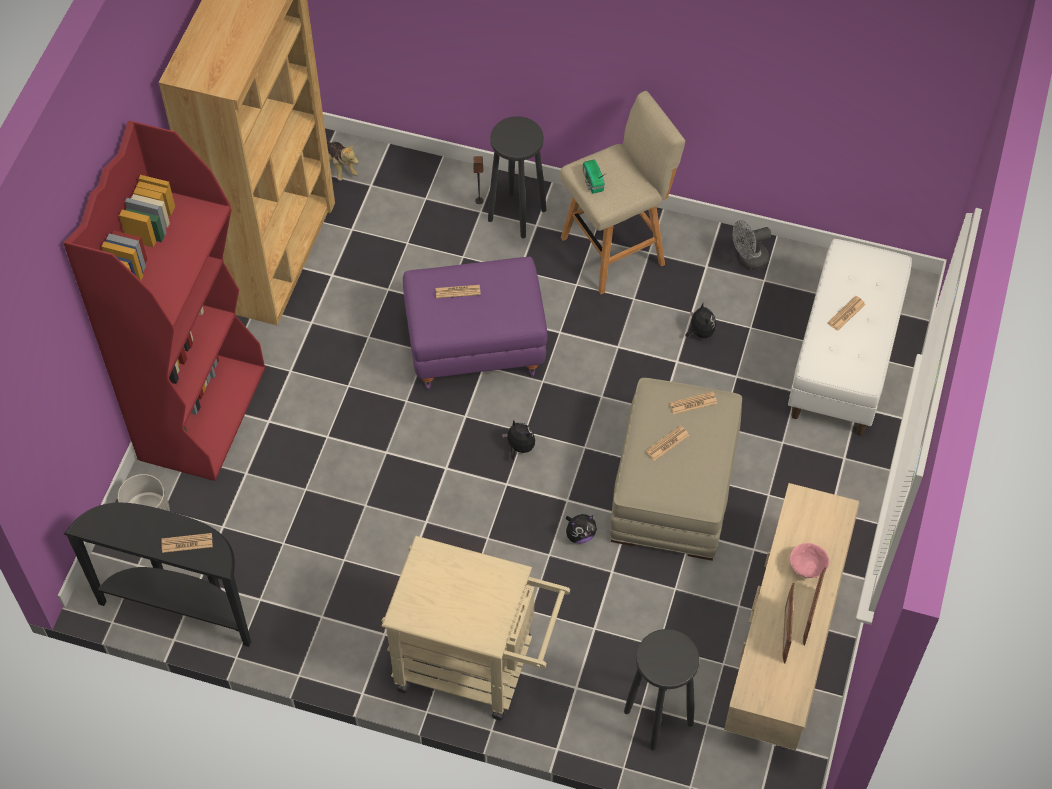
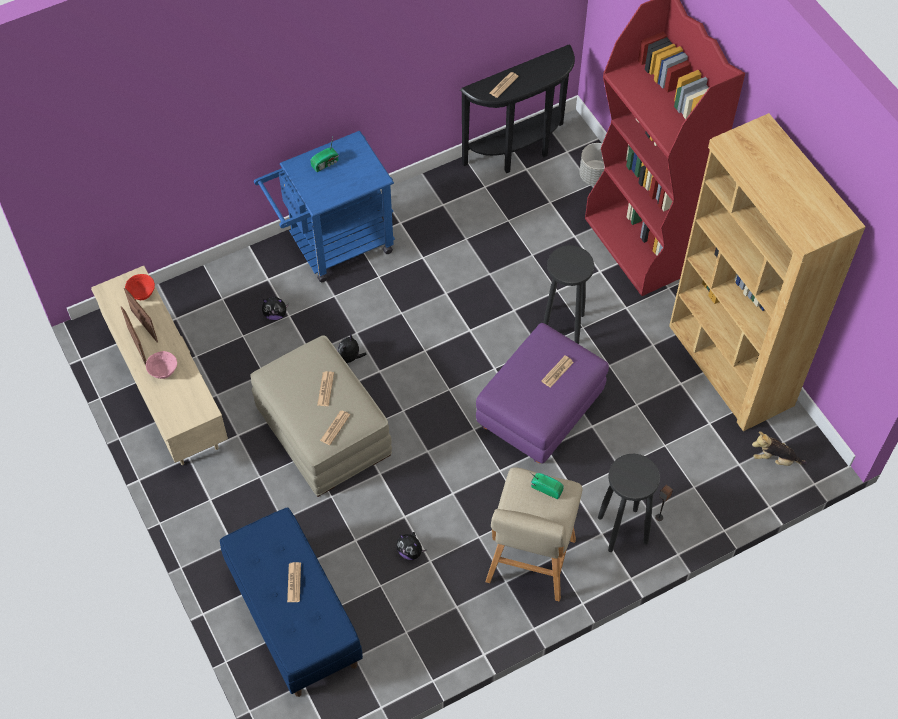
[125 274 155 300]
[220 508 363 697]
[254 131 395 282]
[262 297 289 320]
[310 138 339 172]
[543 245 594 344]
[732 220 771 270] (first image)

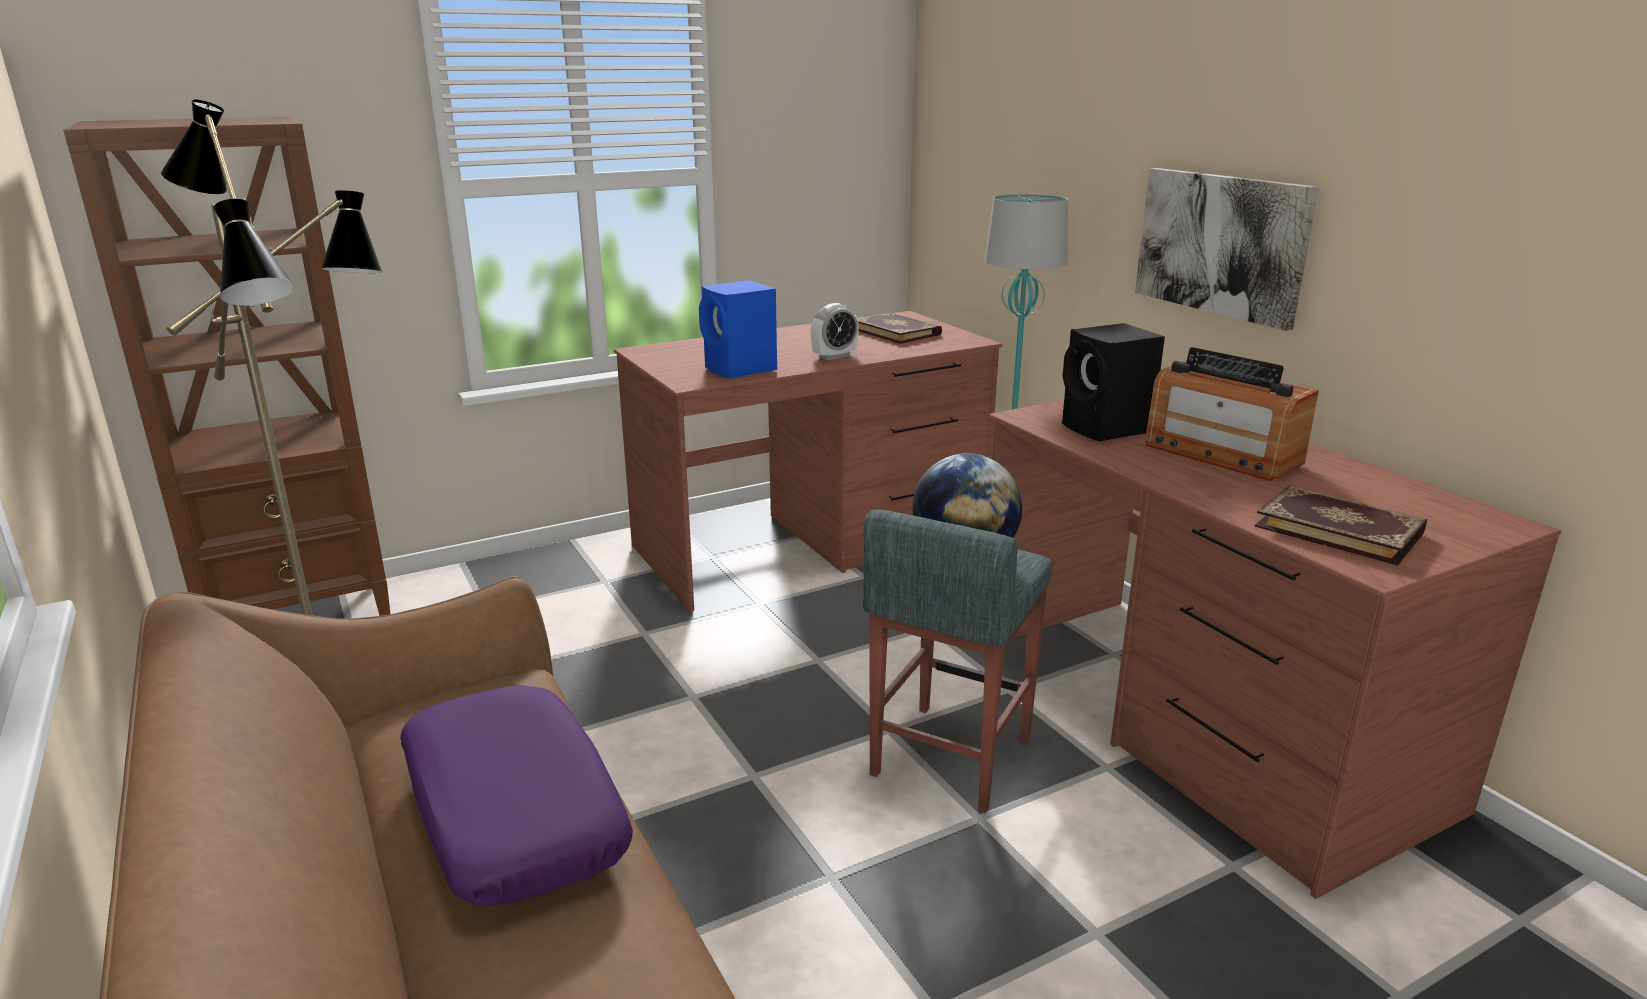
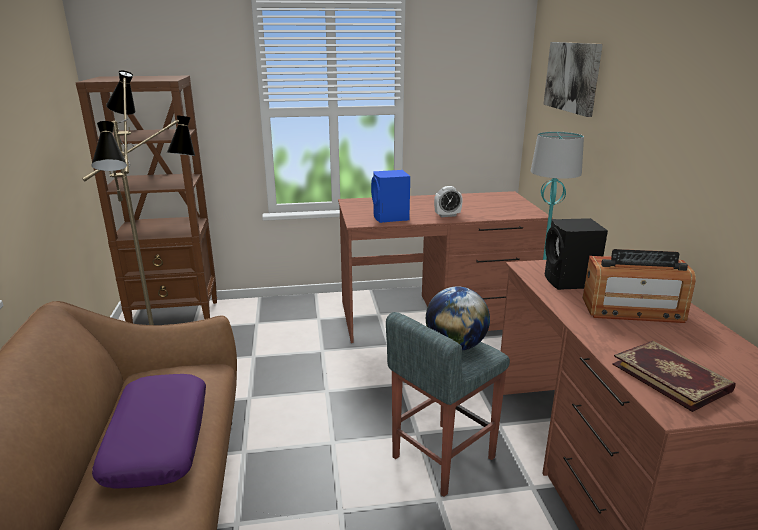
[543 42 603 117]
[583 249 696 323]
[857 312 942 344] (first image)

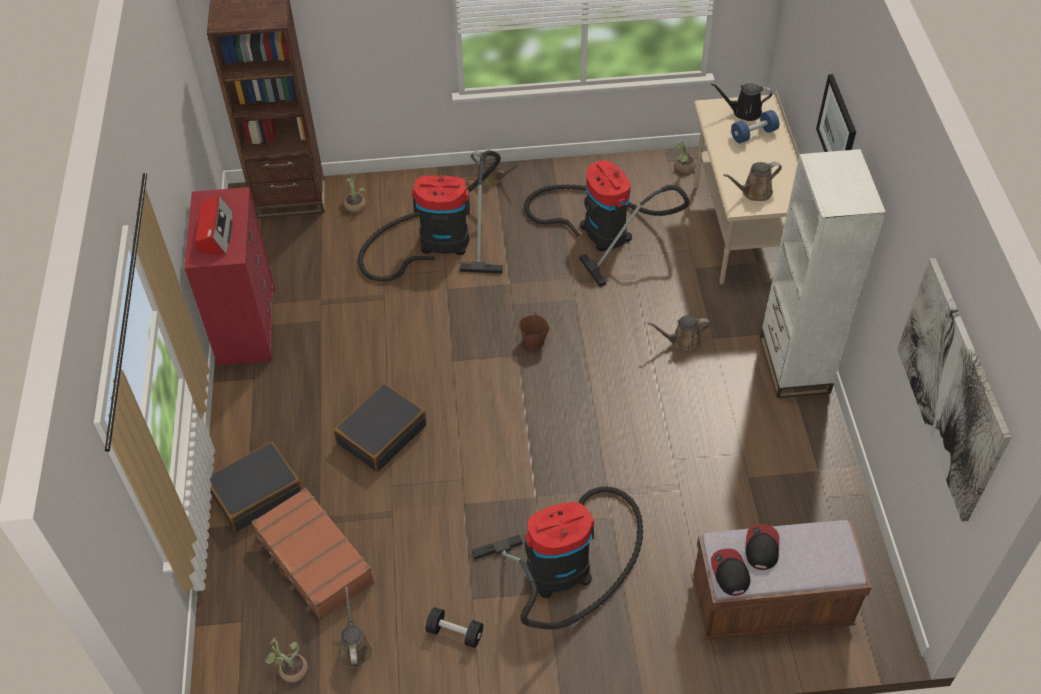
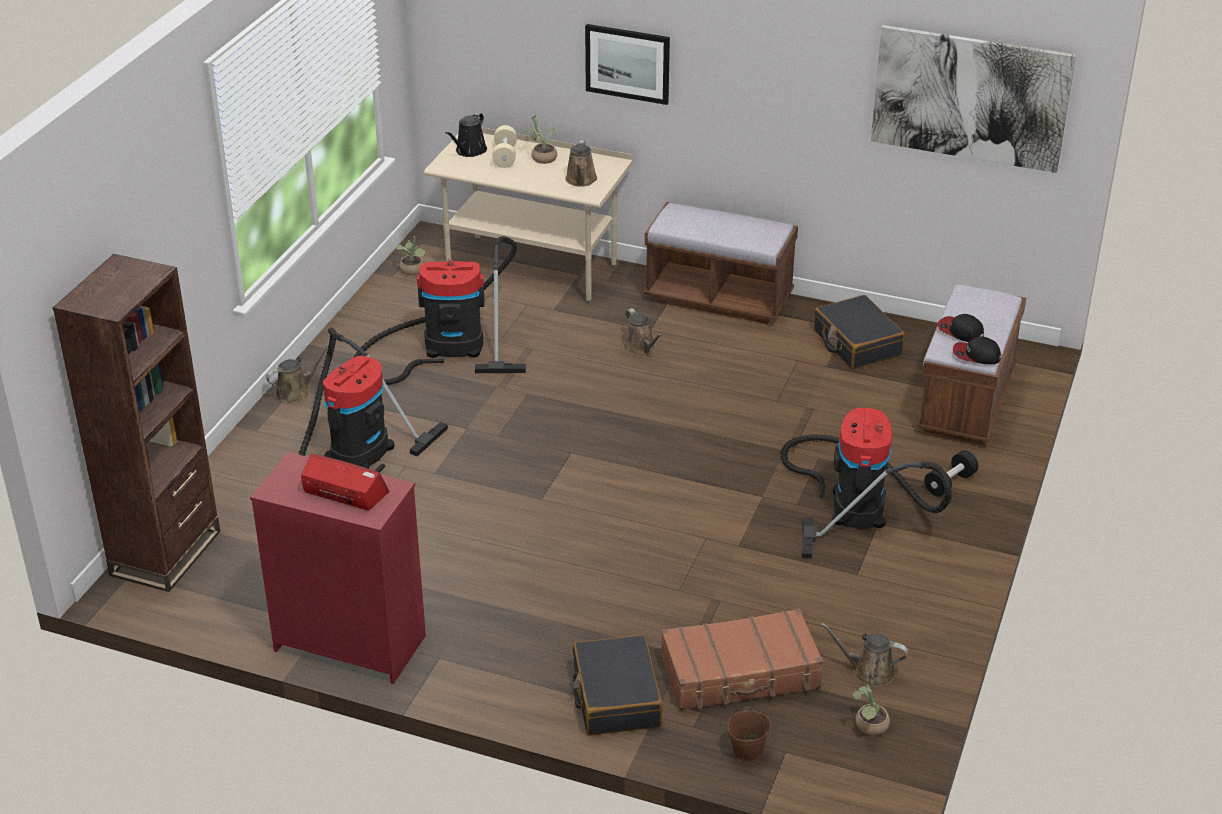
[492 125 517 168]
[524 114 557 164]
[623 308 663 356]
[644 202 798 324]
[728 706 771 762]
[814 295 905 369]
[924 450 979 497]

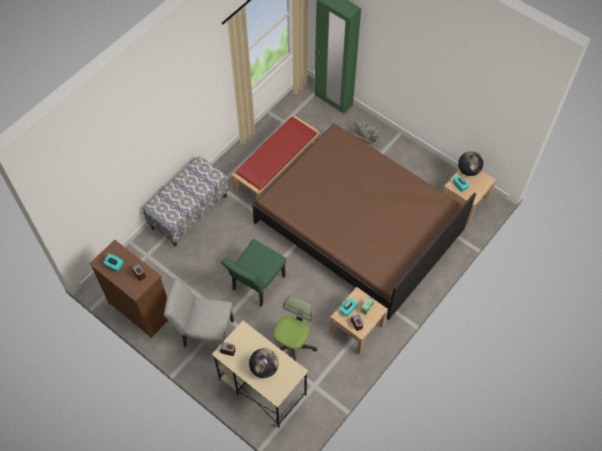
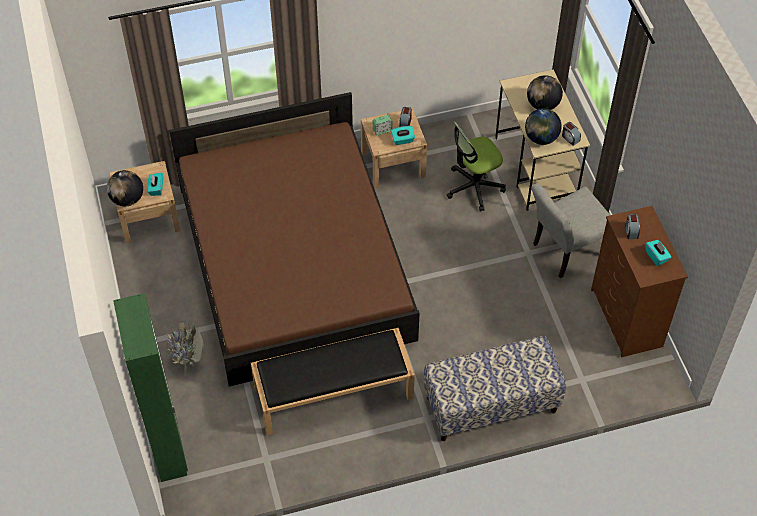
[251 328 415 435]
[525 108 562 145]
[531 183 610 278]
[221 239 286 307] (first image)

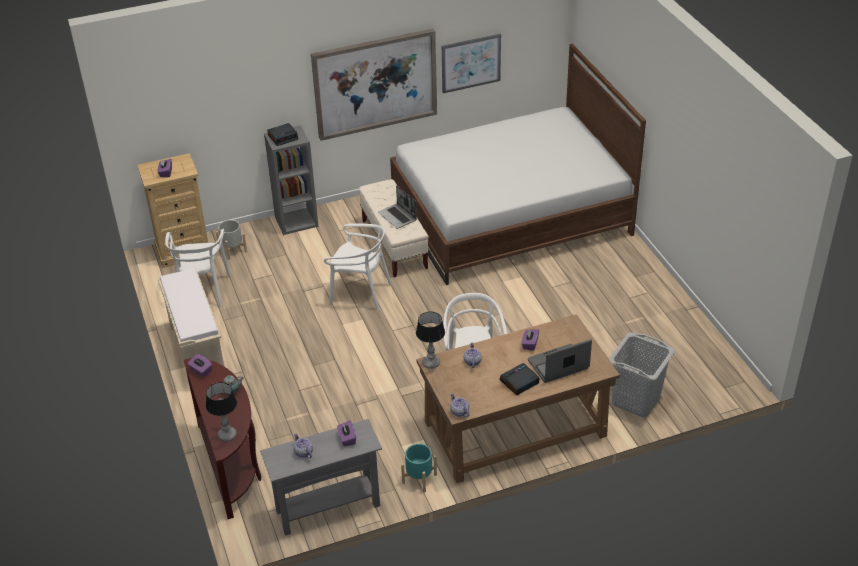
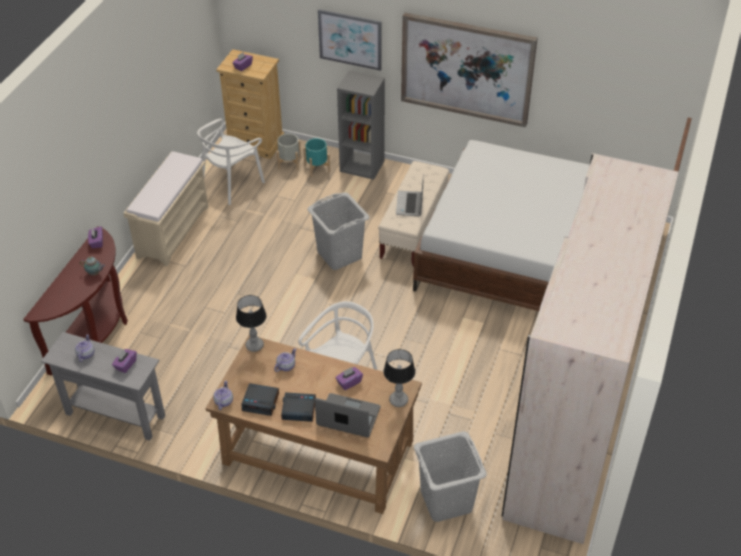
[242 383 279 416]
[303 138 330 177]
[307 193 370 270]
[318 9 382 71]
[383 349 415 407]
[502 153 678 544]

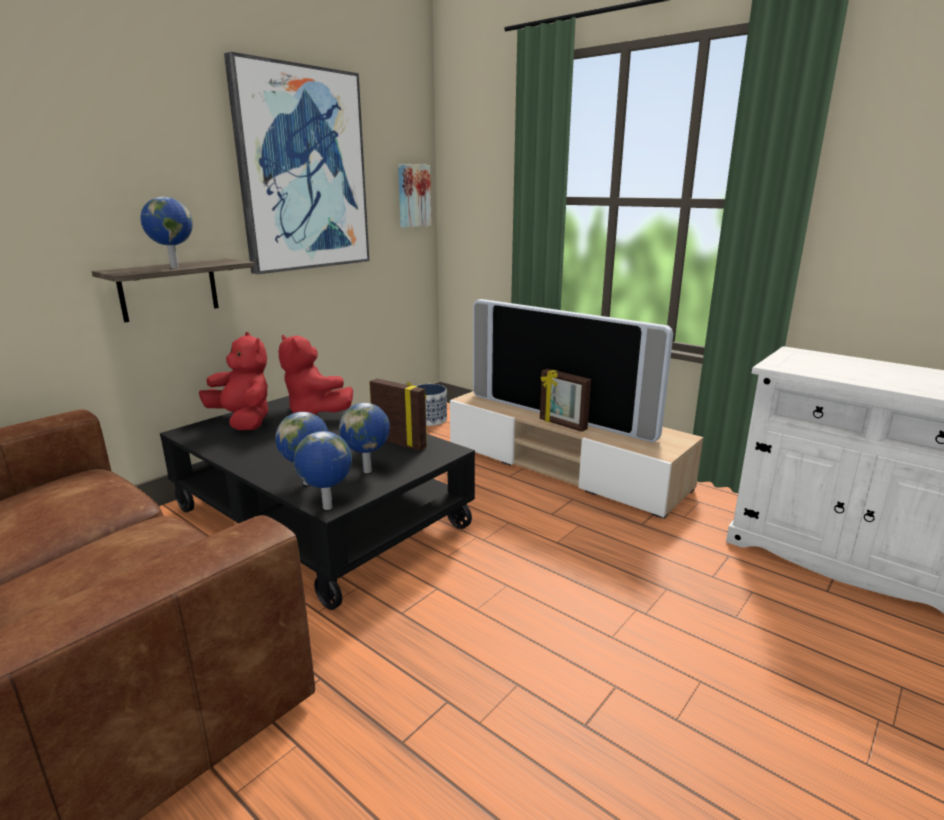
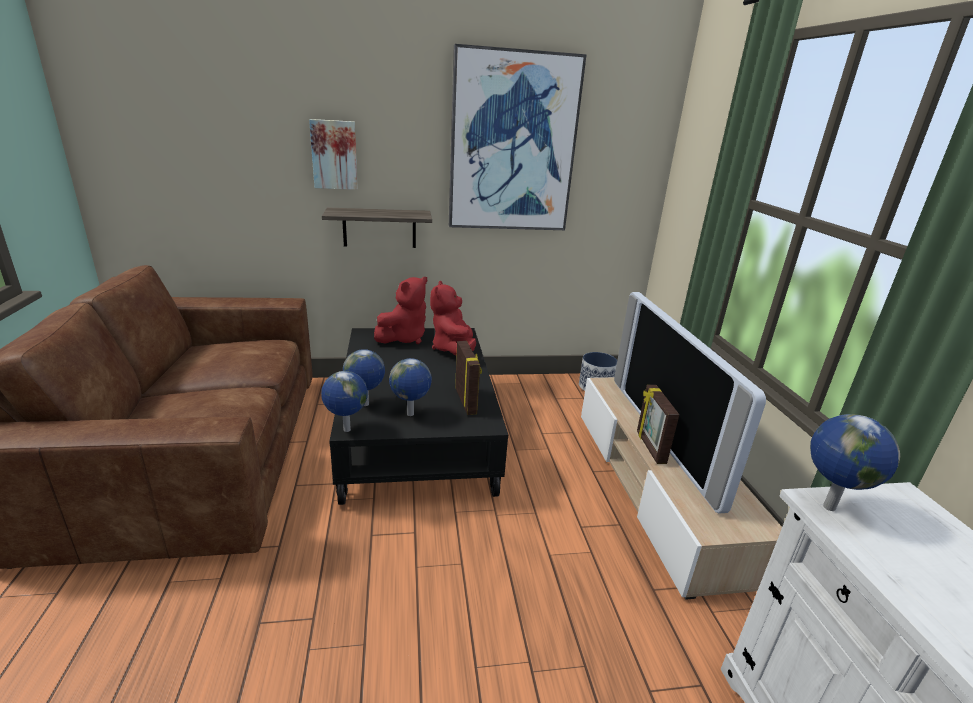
[309 119 358 190]
[374 277 427 344]
[810 414 900 511]

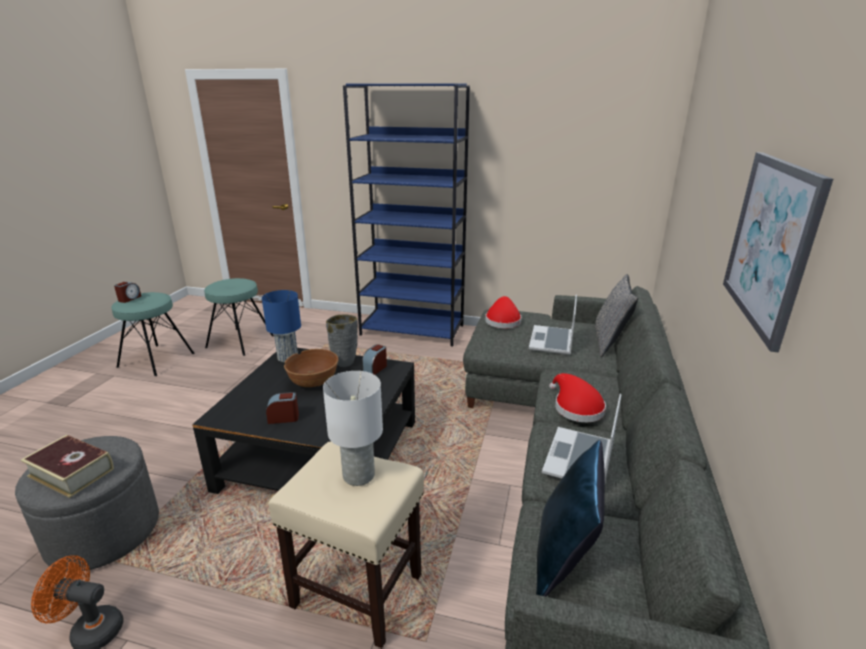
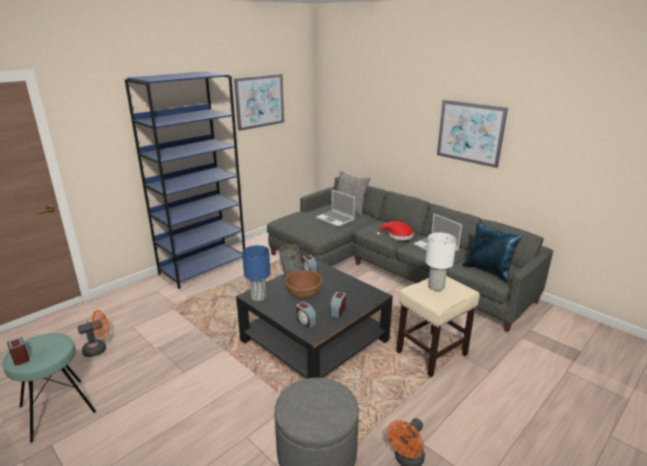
[78 310 109 357]
[234 74 284 131]
[296 302 317 328]
[21 435 114 498] (first image)
[485 296 521 328] (first image)

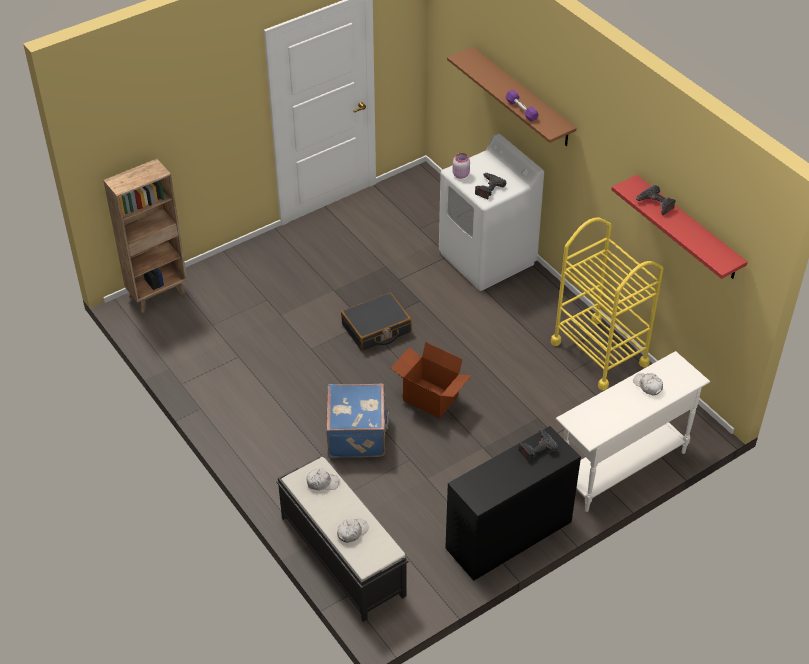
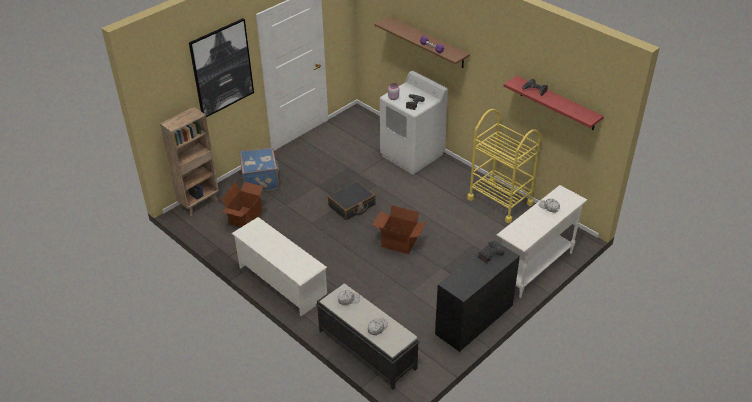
[189 18 254 117]
[221 182 265 227]
[231 217 327 316]
[239 147 279 191]

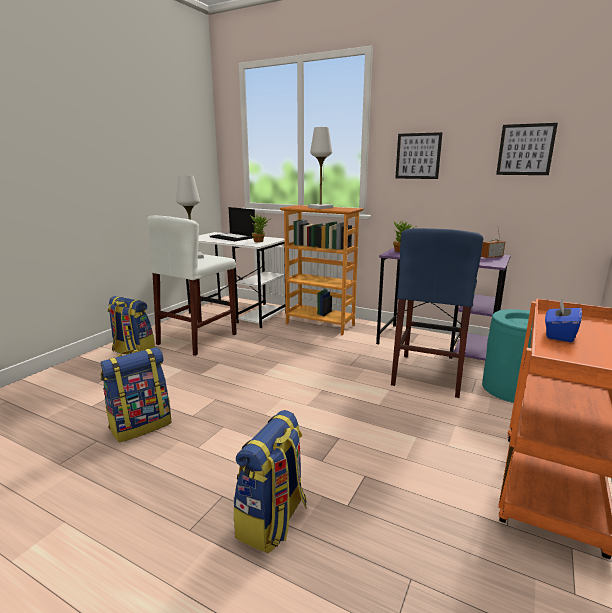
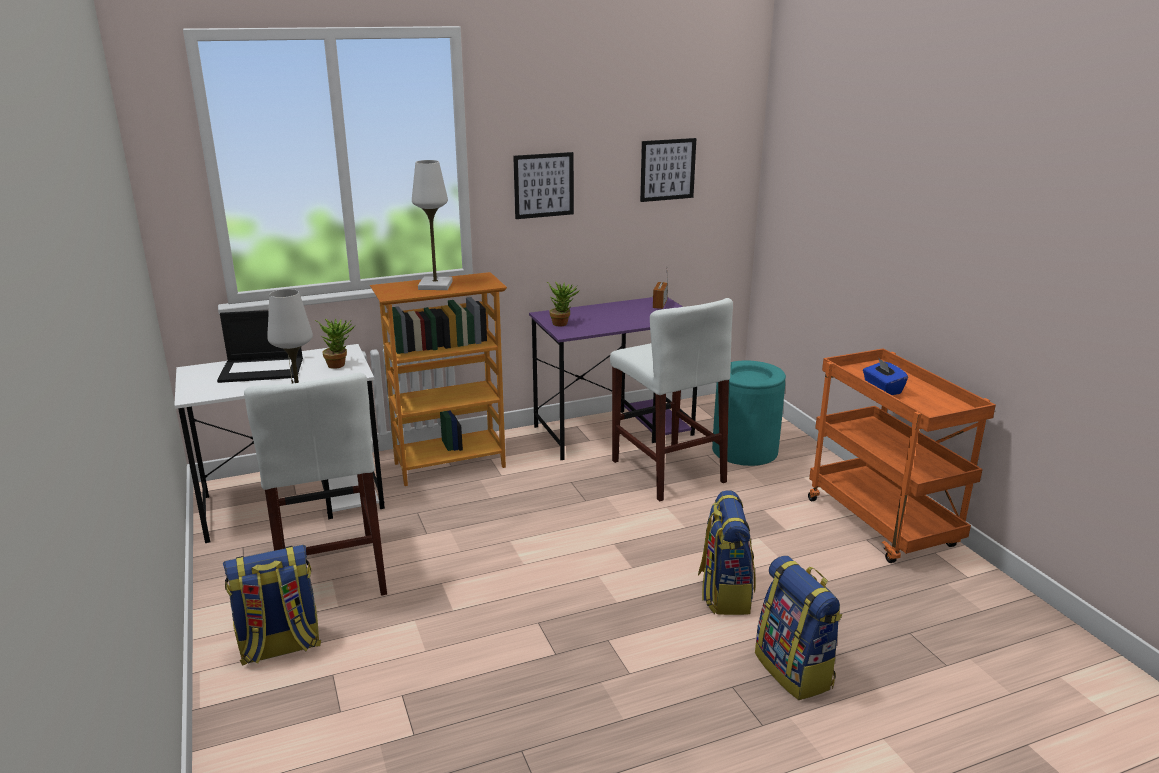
[610 298 733 502]
[698 490 756 615]

